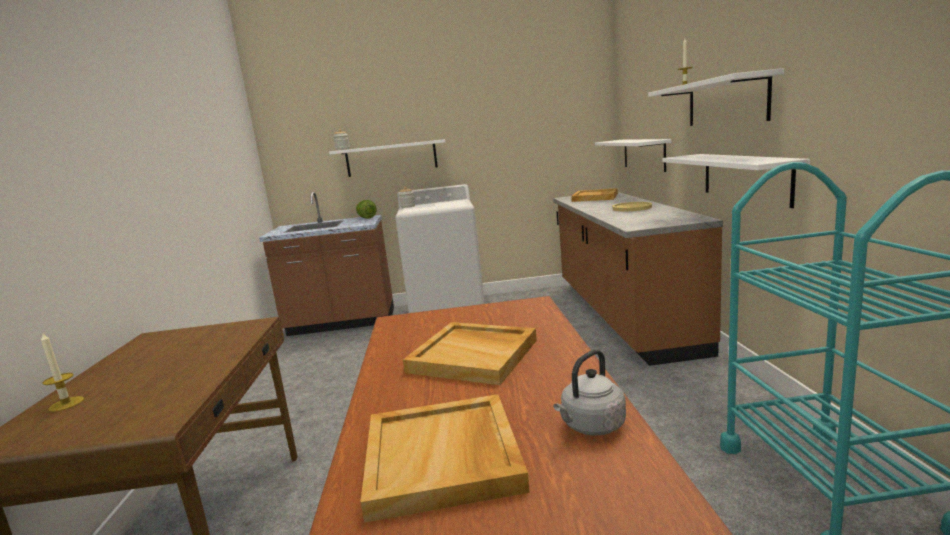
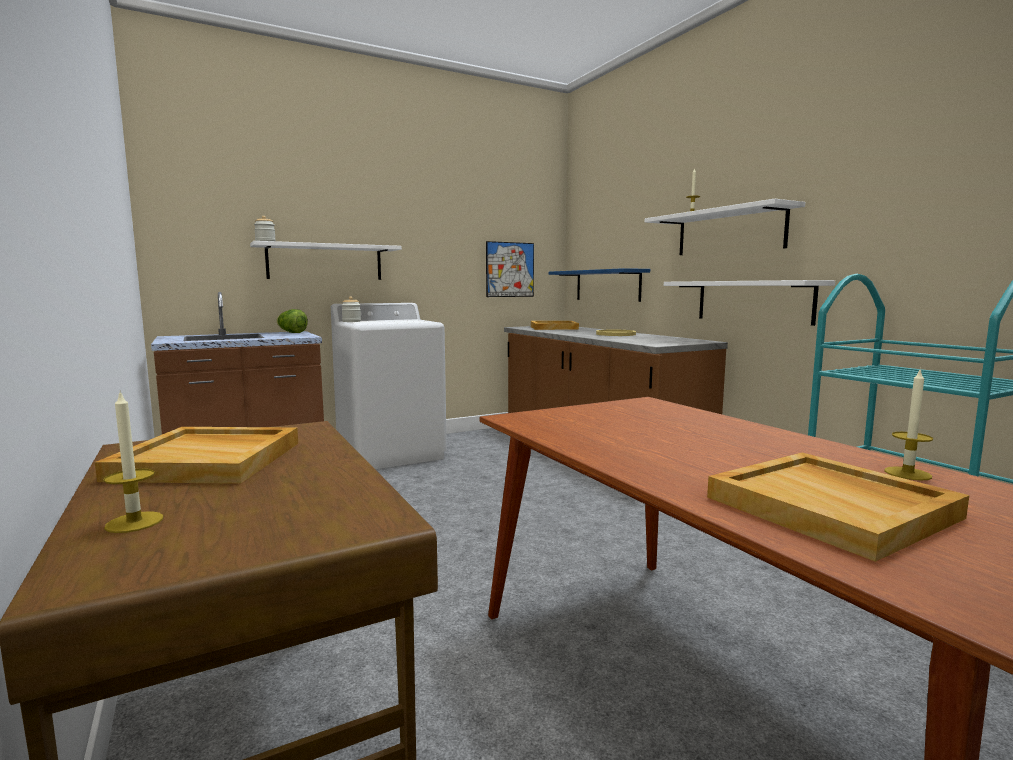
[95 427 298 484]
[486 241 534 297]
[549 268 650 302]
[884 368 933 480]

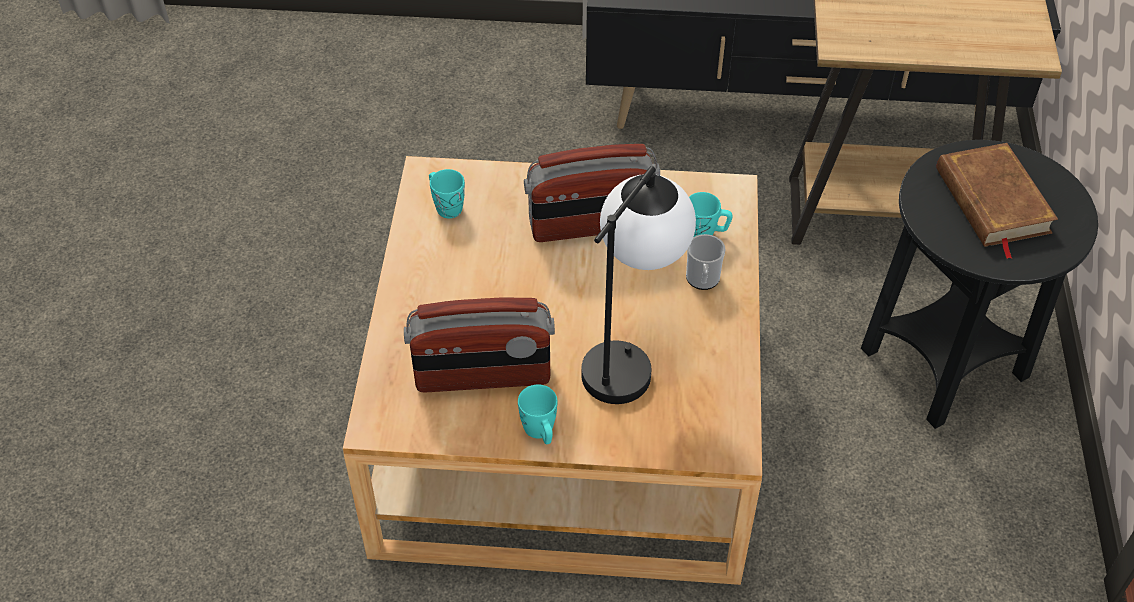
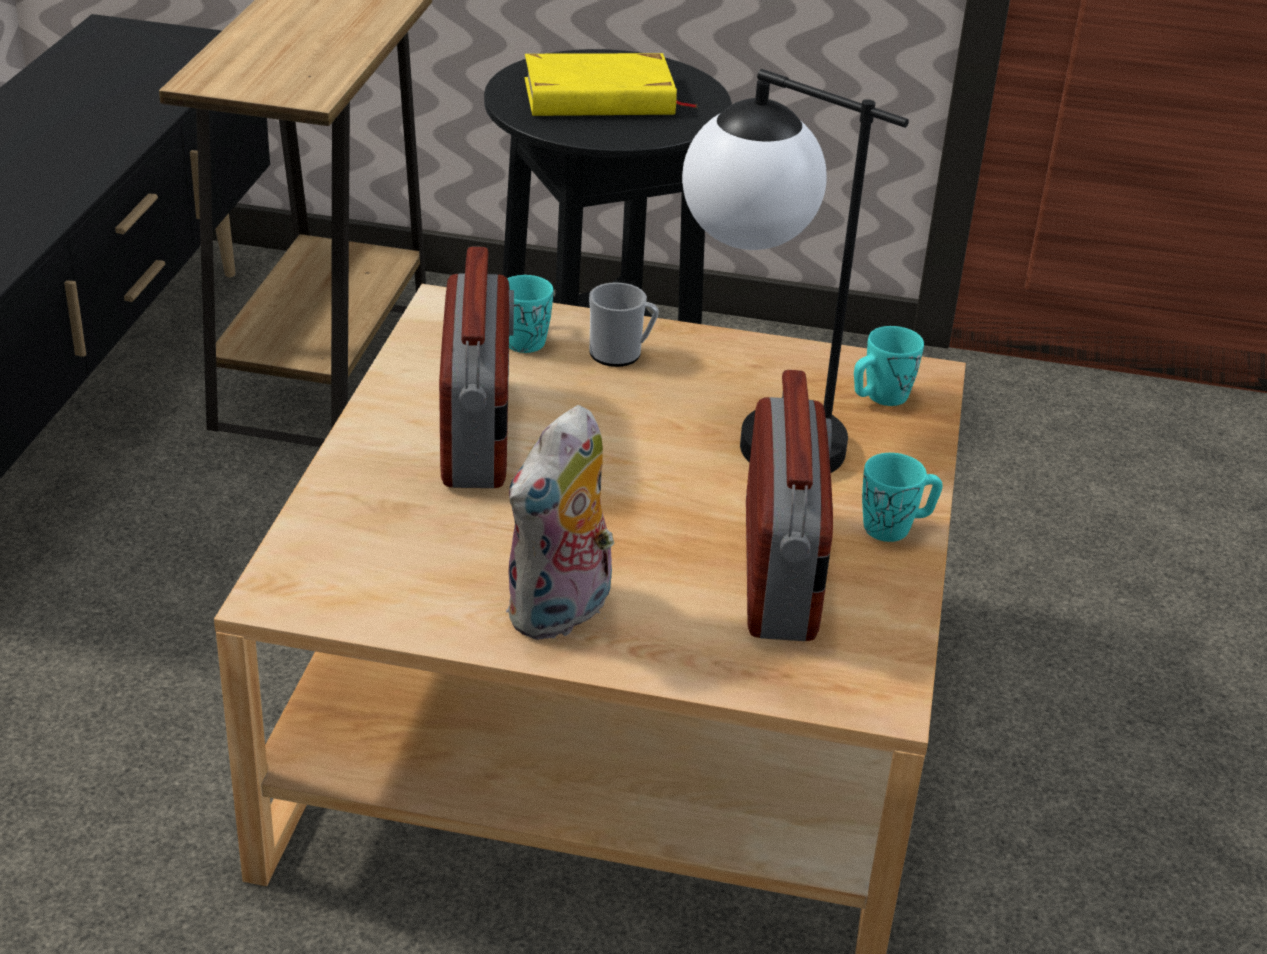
[506 405 614 640]
[525 53 698 116]
[854 326 924 406]

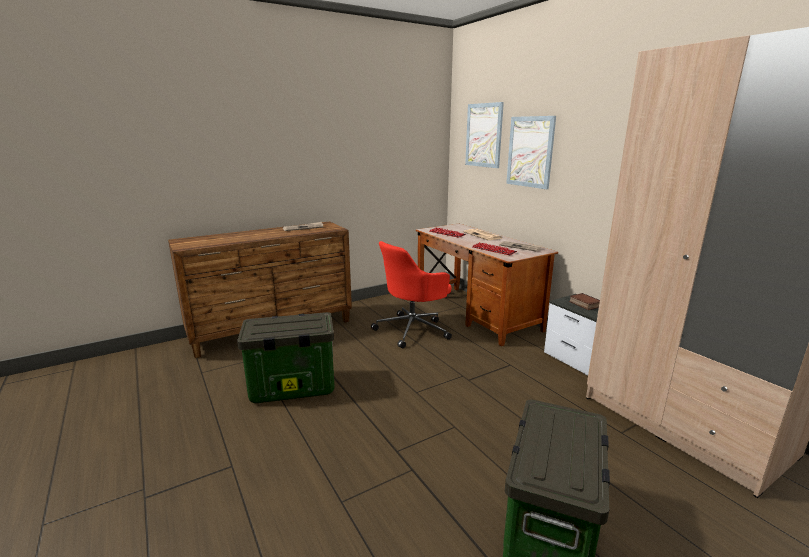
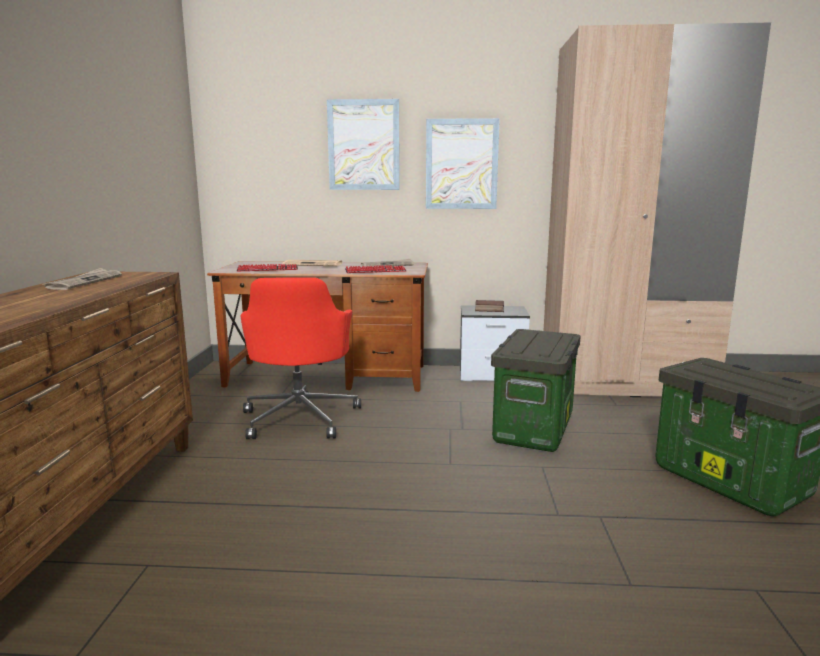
[426 118 500 209]
[491 329 581 452]

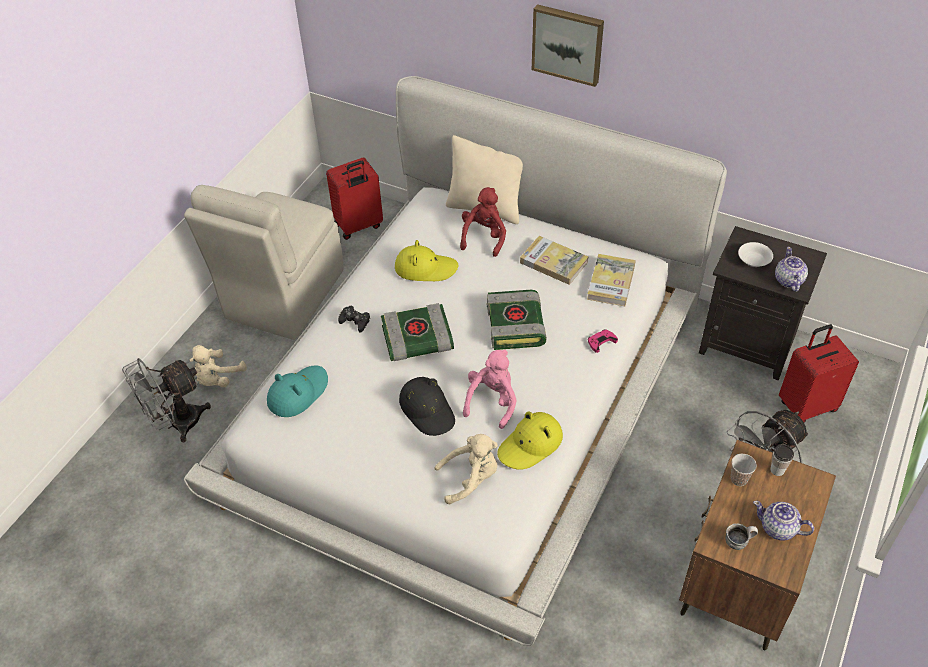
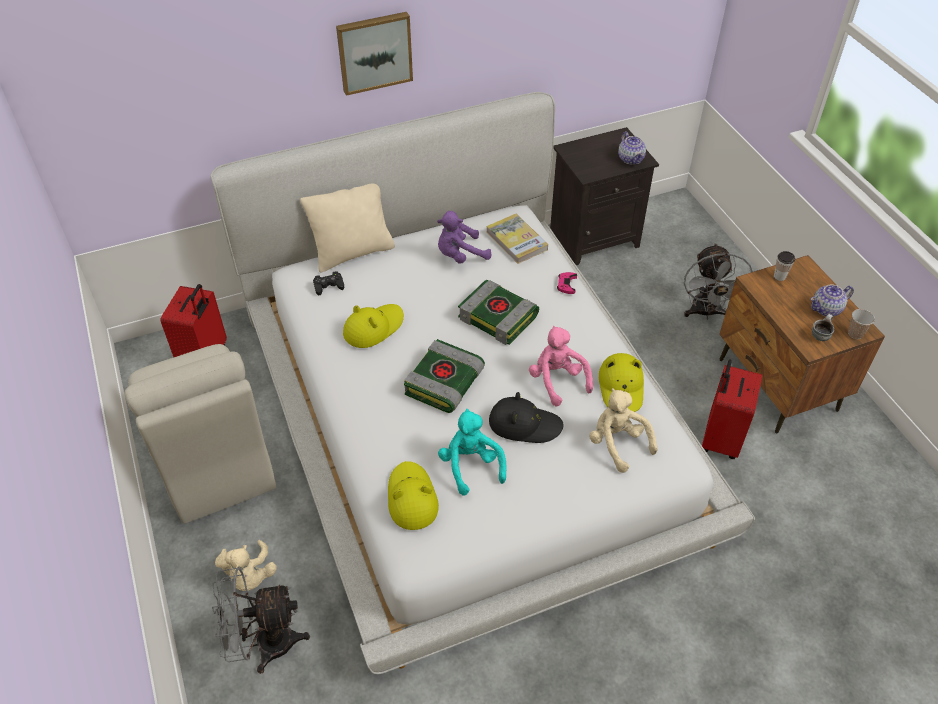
[212 567 310 674]
[313 271 344 295]
[388 461 439 530]
[437 211 491 264]
[438 409 506 496]
[589 388 658 473]
[618 132 646 165]
[702 360 762 459]
[848 309 875 339]
[460 187 506 257] (first image)
[738 242 773 267] (first image)

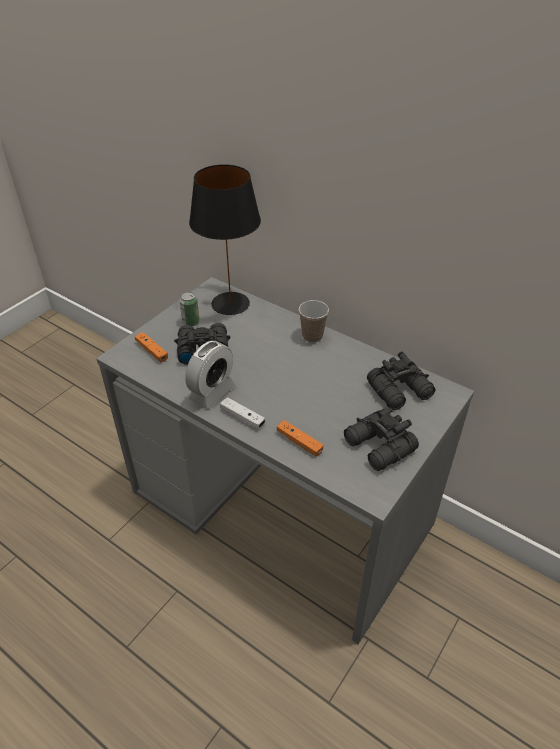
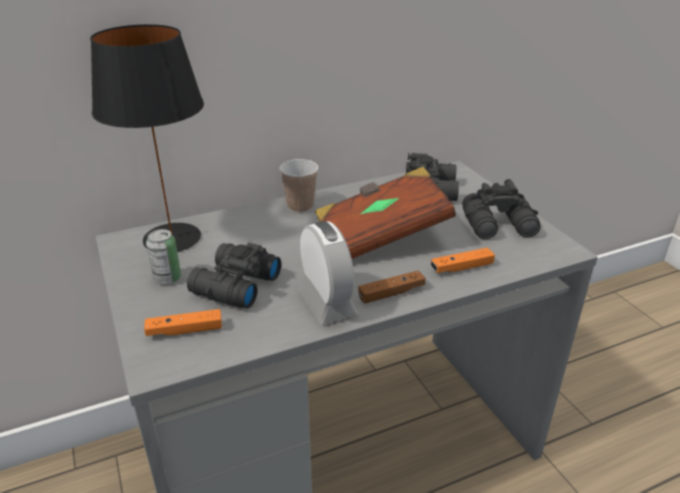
[315 167 456 259]
[358 271 426 303]

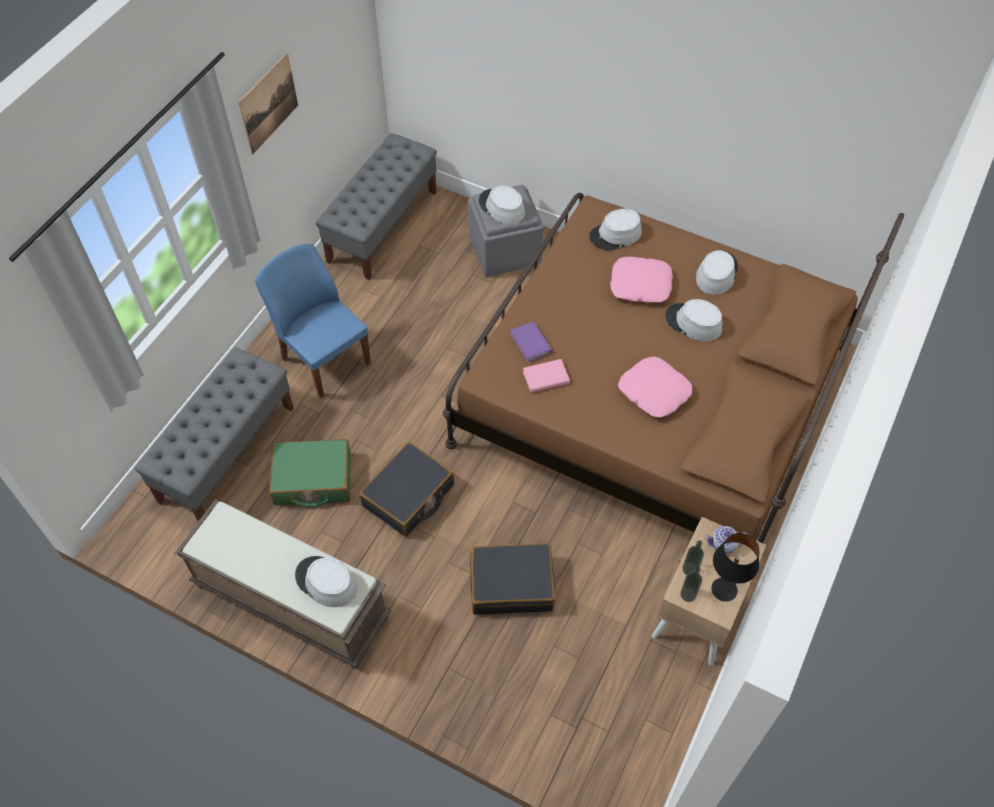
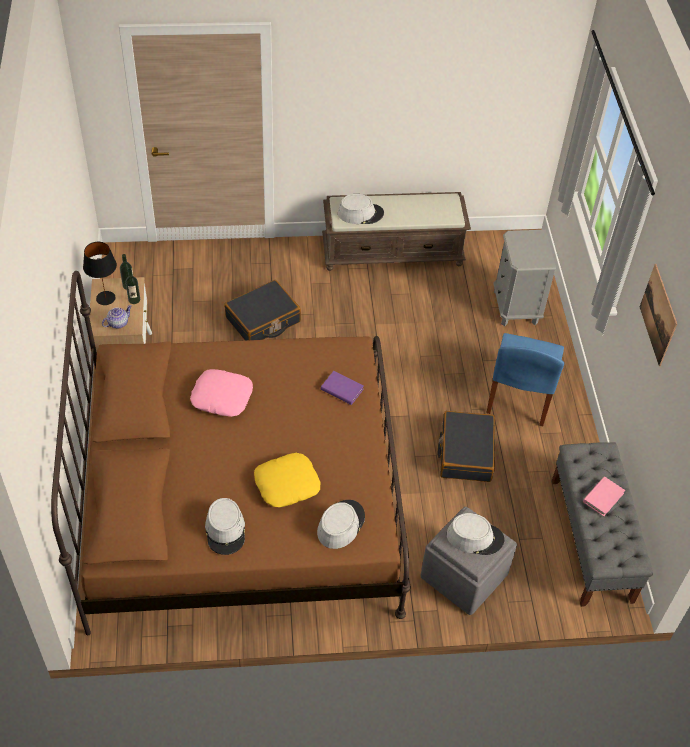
[254 453 320 507]
[438 411 495 482]
[486 333 564 426]
[493 230 556 326]
[583 476 625 516]
[269 439 351 508] (first image)
[665 299 722 341] (first image)

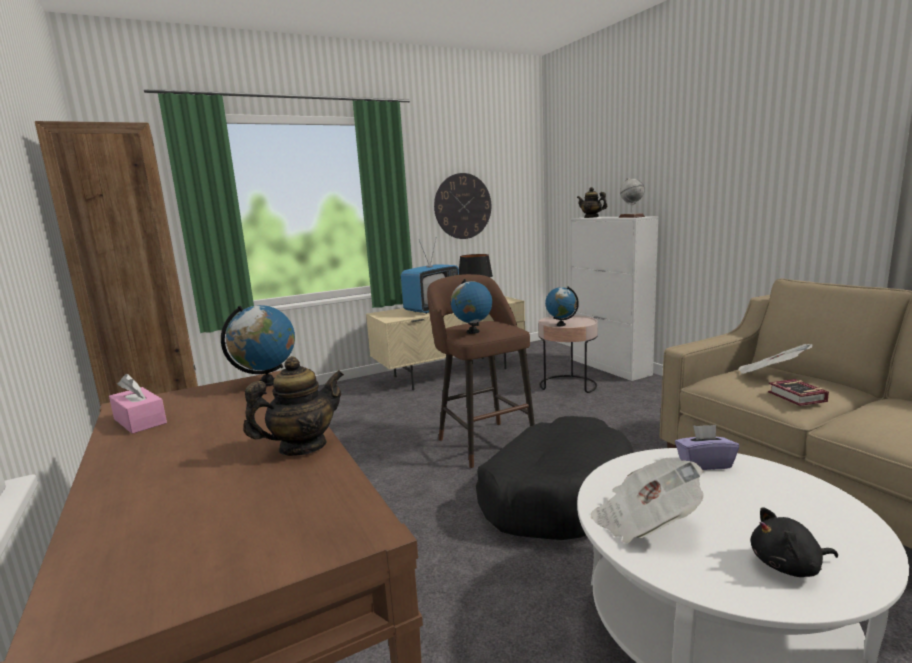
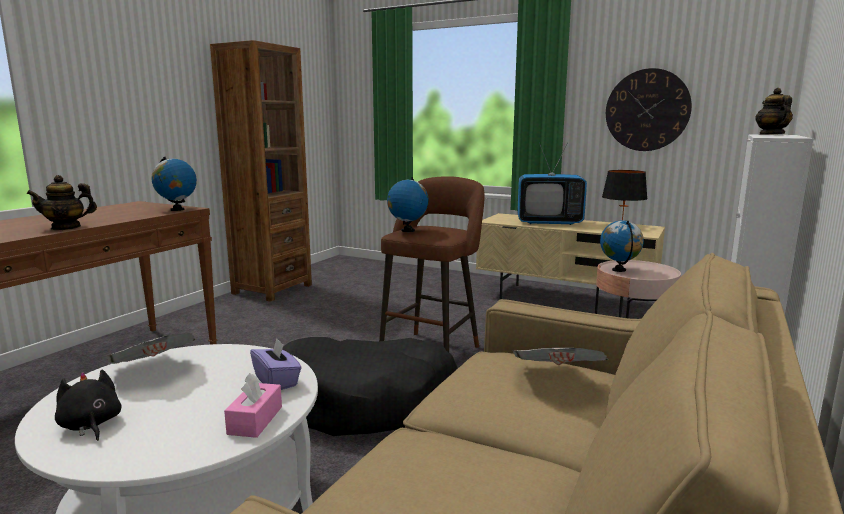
[27 175 97 230]
[224 373 282 438]
[619 178 645 218] (first image)
[768 379 829 406] (first image)

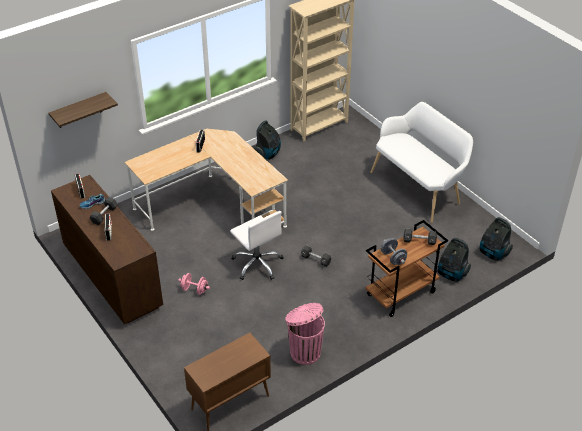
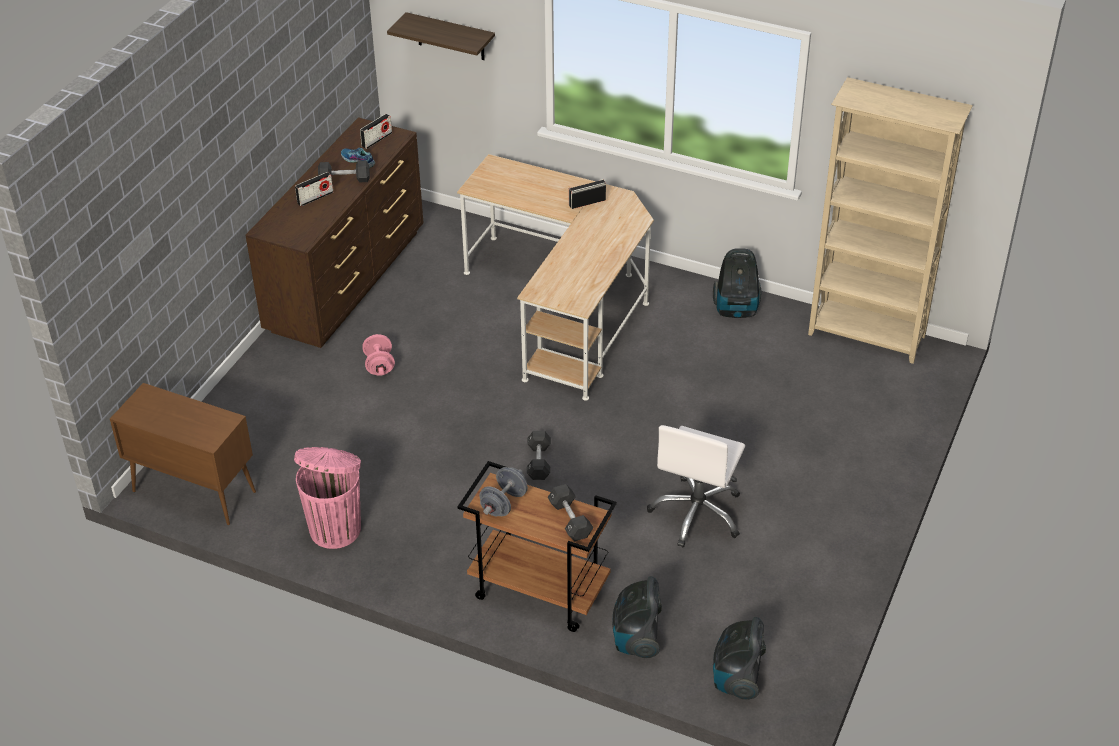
[647 425 745 548]
[370 102 473 223] (first image)

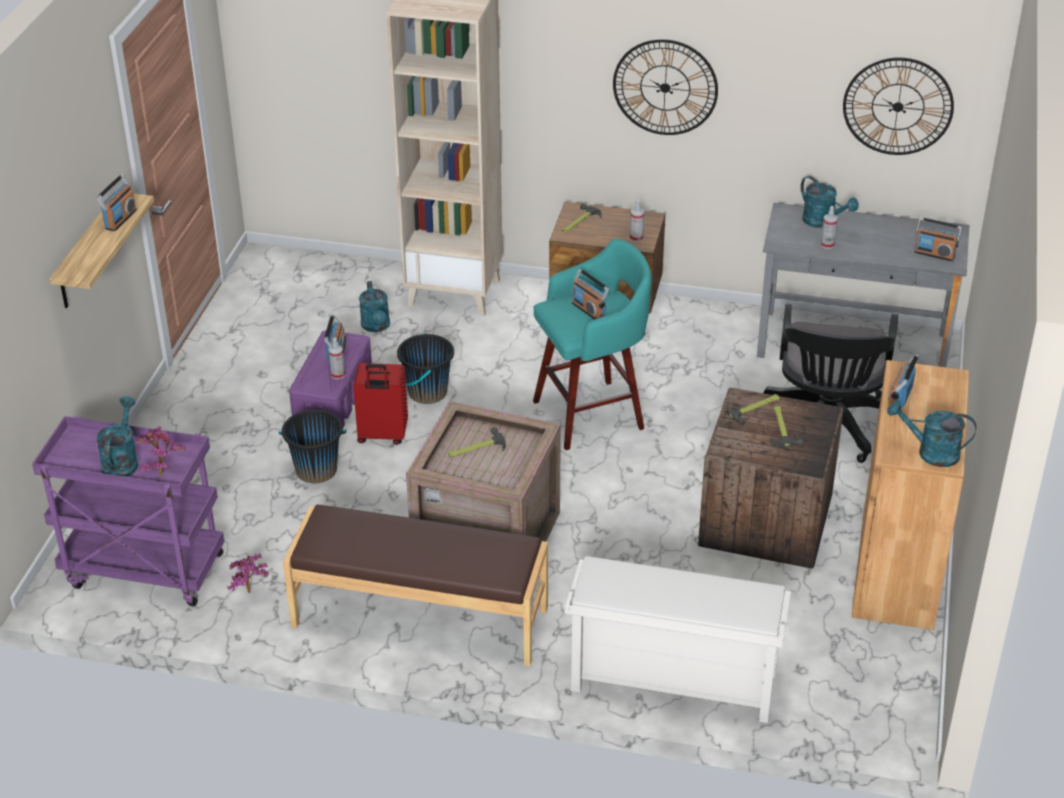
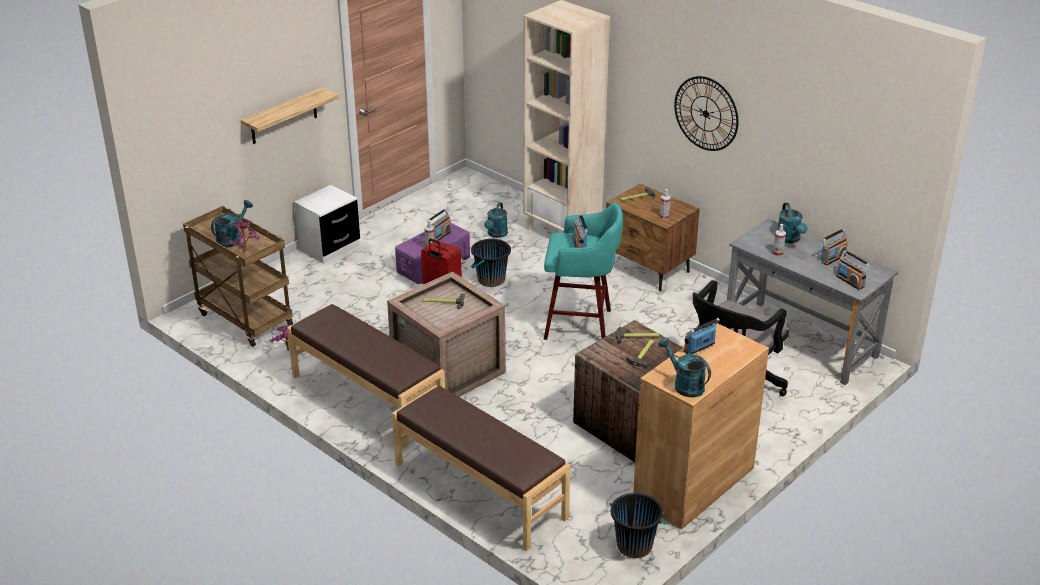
[183 206 293 347]
[294 185 360 264]
[392 386 570 551]
[609 493 666 558]
[821 229 848 265]
[843 57 954 155] (first image)

